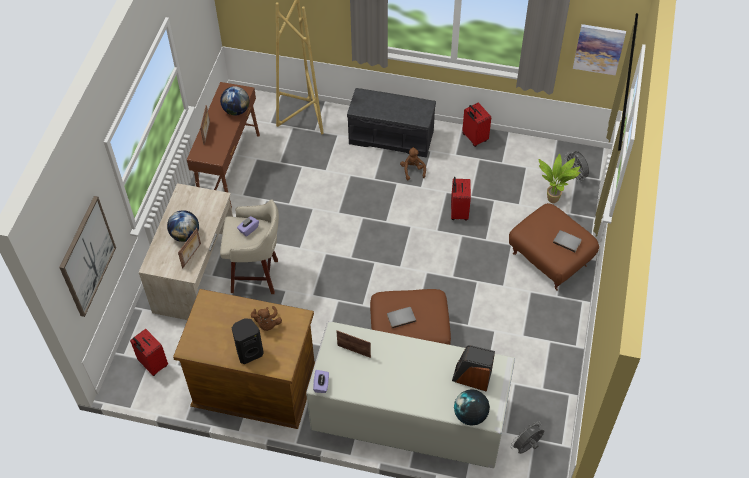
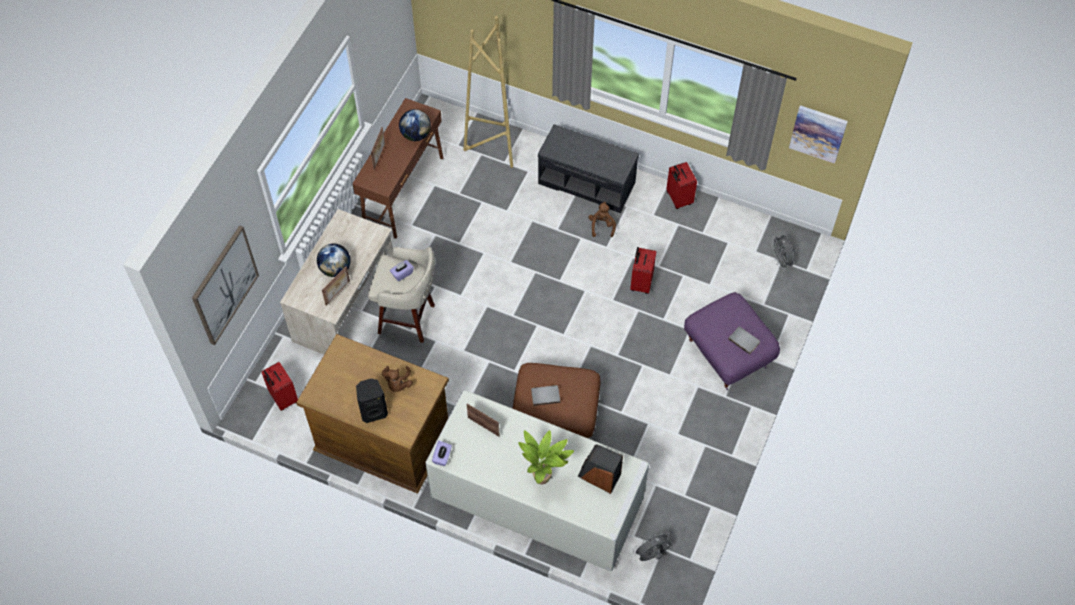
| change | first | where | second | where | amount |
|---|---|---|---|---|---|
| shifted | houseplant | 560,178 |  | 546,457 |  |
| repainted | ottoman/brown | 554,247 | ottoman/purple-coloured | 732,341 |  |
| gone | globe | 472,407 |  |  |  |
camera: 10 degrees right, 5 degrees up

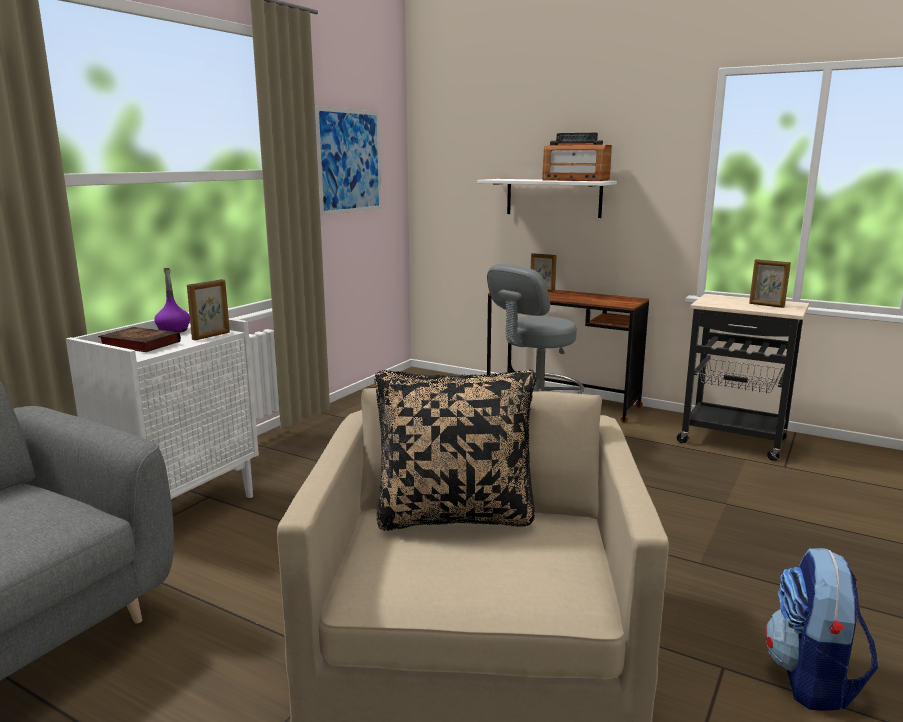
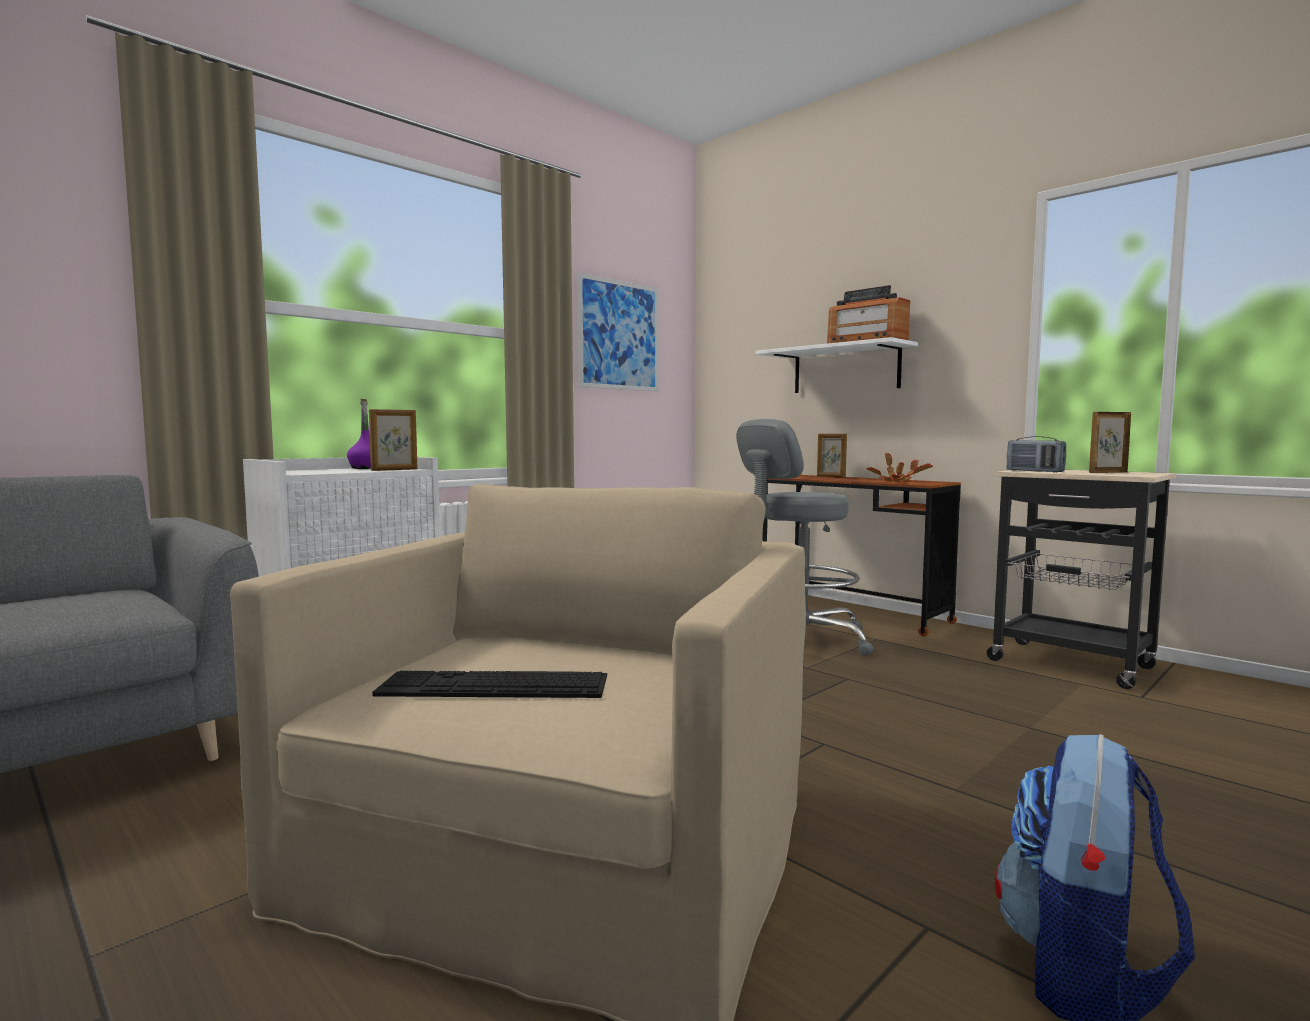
| change | first | where | second | where | amount |
|---|---|---|---|---|---|
| new |  |  | keyboard | 489,684 |  |
| new |  |  | houseplant | 899,467 |  |
| new |  |  | radio set | 1036,454 |  |
| rotated | photo frame | 770,283 |  | 1110,442 | 105 degrees clockwise |
| gone | bound book | 139,339 |  |  |  |
| gone | cushion/blackish | 456,450 |  |  |  |
camera: 15 degrees right, 10 degrees down

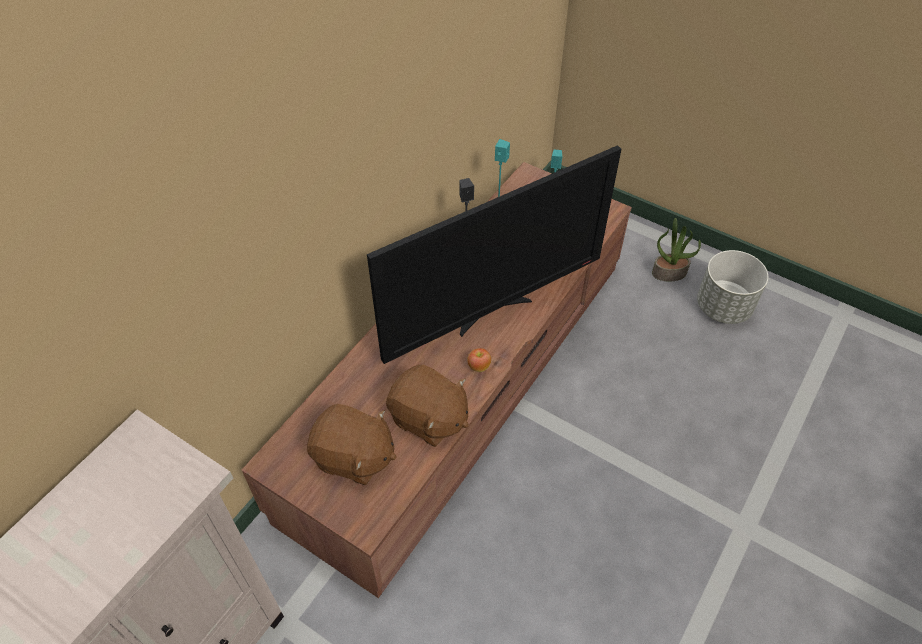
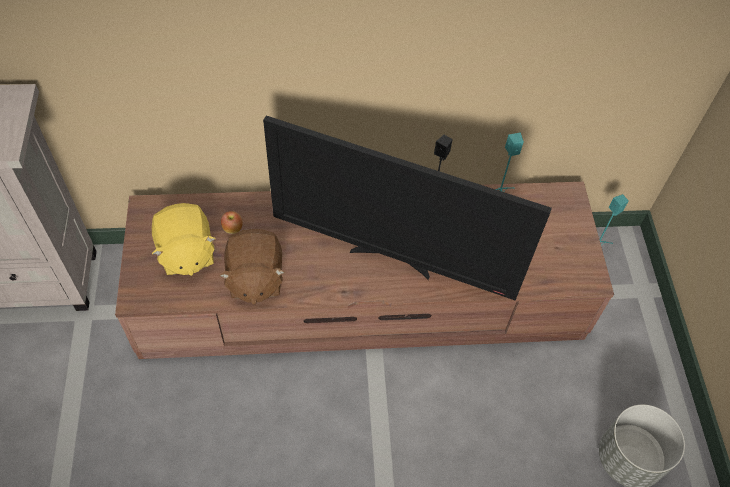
| change | first | where | second | where | amount |
|---|---|---|---|---|---|
| repainted | soft toy/brown | 352,444 | soft toy/yellow | 184,239 |  |
| shifted | apple | 479,360 |  | 232,222 |  |
| gone | houseplant | 676,250 |  |  |  |
camera: 50 degrees right, 5 degrees up

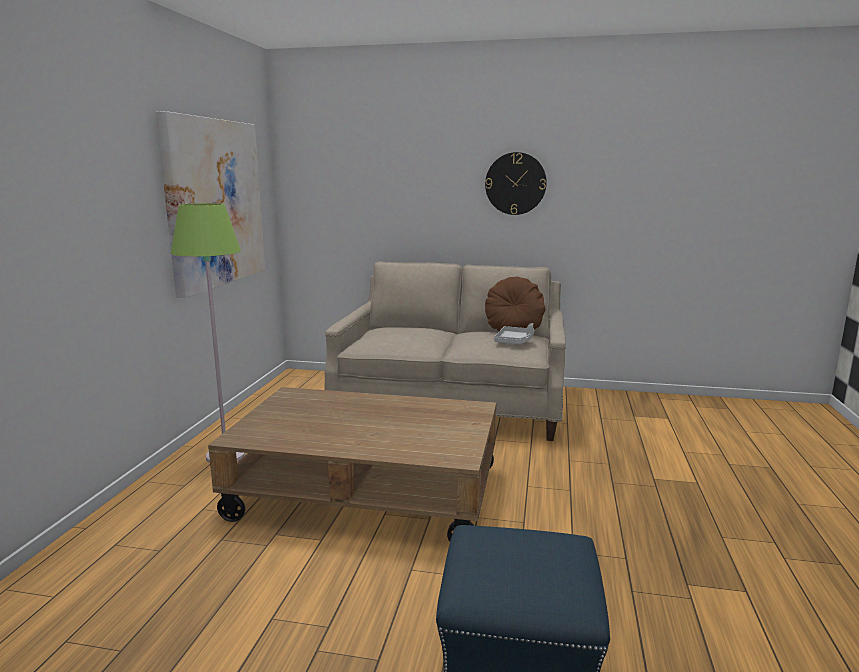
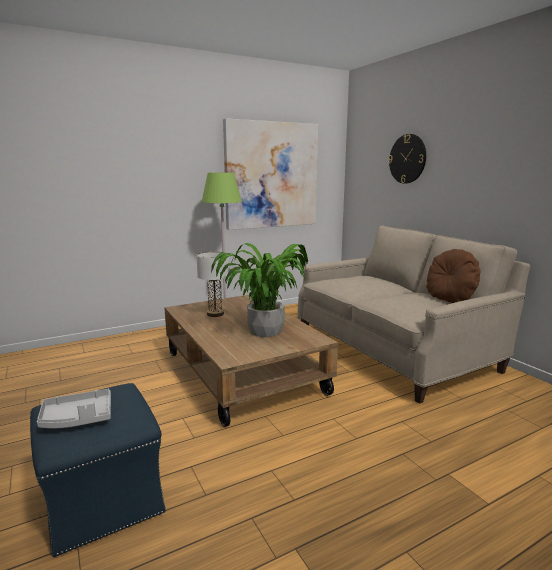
| change | first | where | second | where | amount |
|---|---|---|---|---|---|
| shifted | tray/grey | 514,333 |  | 74,408 |  |
| new |  |  | tabletop lamp | 213,284 |  |
| new |  |  | houseplant | 259,290 |  |
| shifted | wall clock | 516,183 |  | 407,159 |  |
camera: 50 degrees right, 0 degrees up

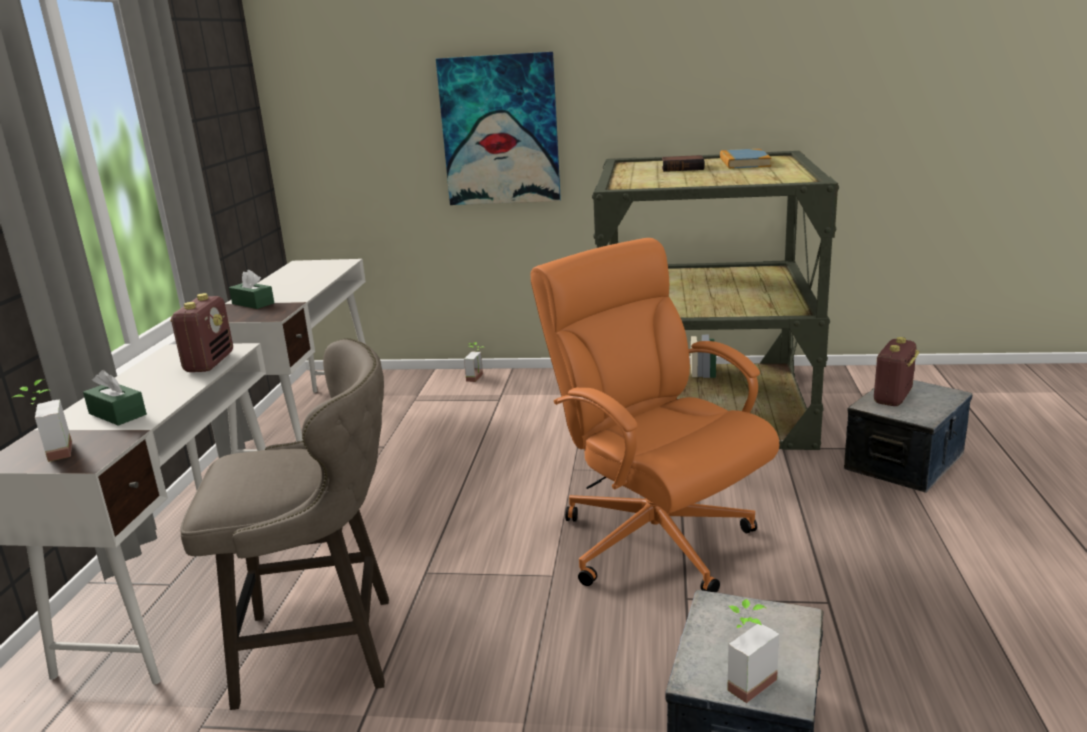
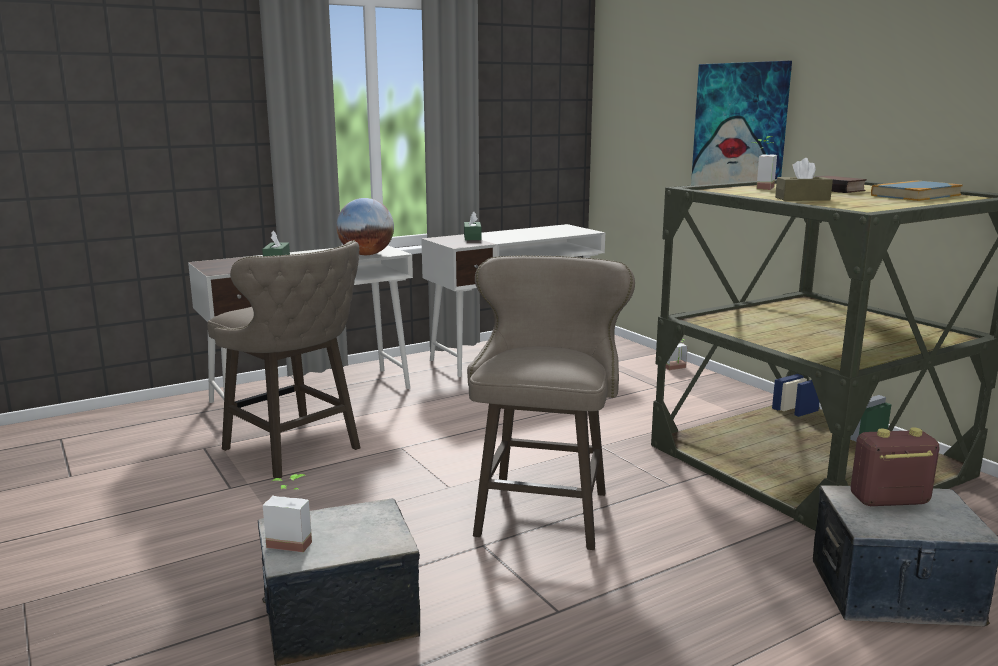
| change | first | where | second | where | amount |
|---|---|---|---|---|---|
| swapped | radio set | 201,332 | globe | 365,226 |  |
| swapped | computer chair/orange | 654,415 | stool seat/sand-coloured | 551,402 |  |
| shifted | houseplant | 41,420 |  | 764,163 |  |
| new |  |  | tissue holder/brown | 804,179 |  |
camera: 50 degrees right, 5 degrees down

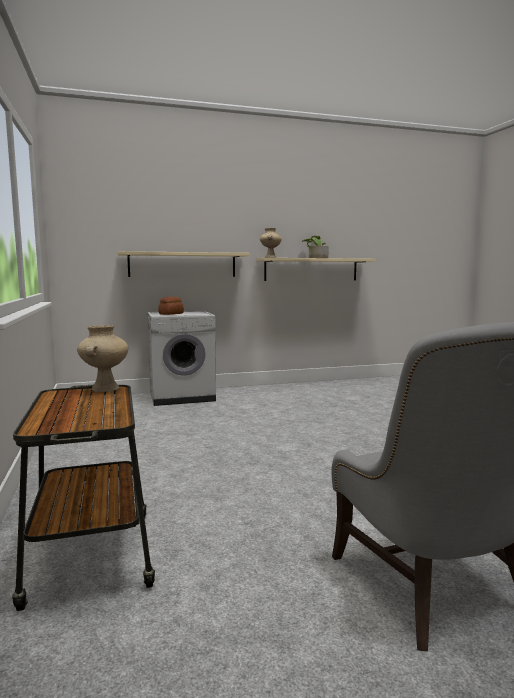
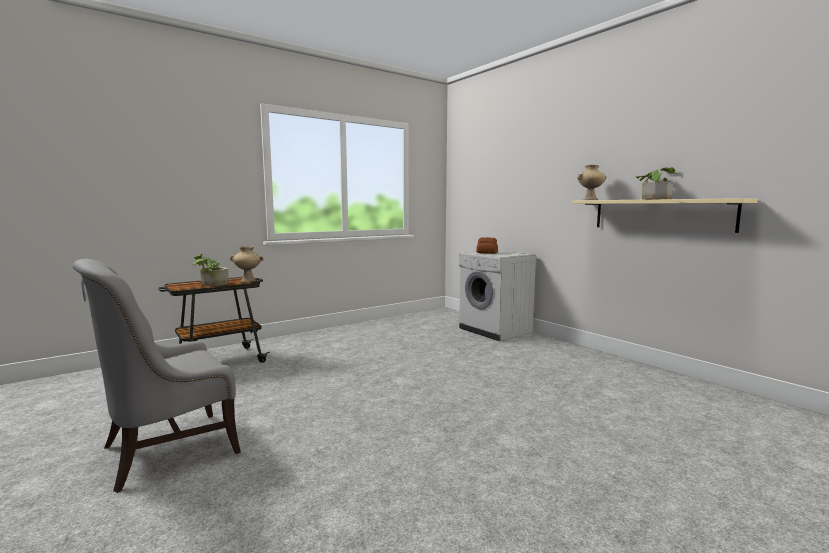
| change | first | where | second | where | amount |
|---|---|---|---|---|---|
| new |  |  | houseplant | 211,270 |  |
| gone | bracket shelf/sand-coloured | 184,264 |  |  |  |
camera: 70 degrees right, 0 degrees up

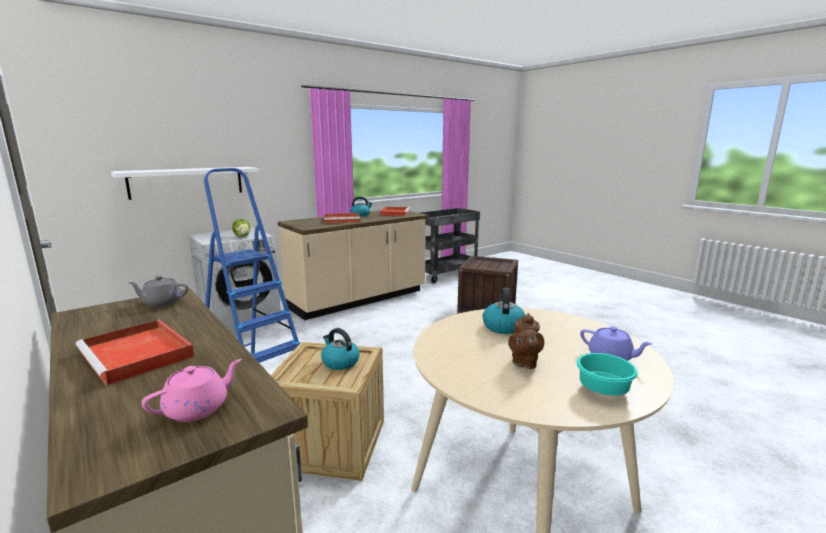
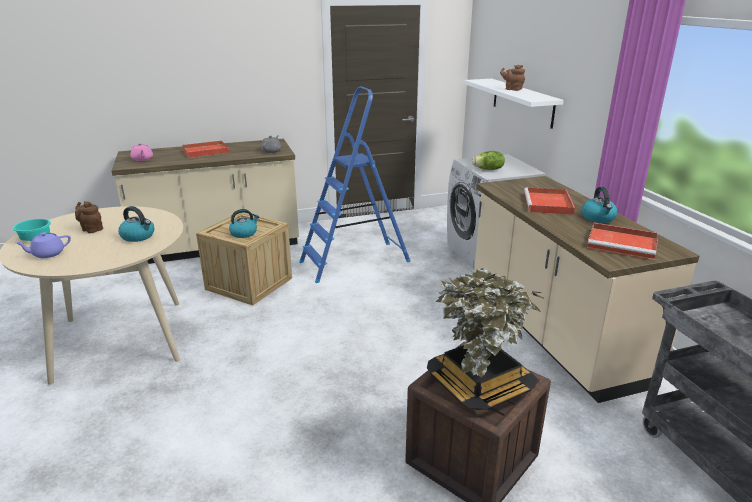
| change | first | where | second | where | amount |
|---|---|---|---|---|---|
| new |  |  | houseplant | 485,339 |  |
| new |  |  | pot for tea/brown | 512,78 |  |
camera: 110 degrees right, 10 degrees up

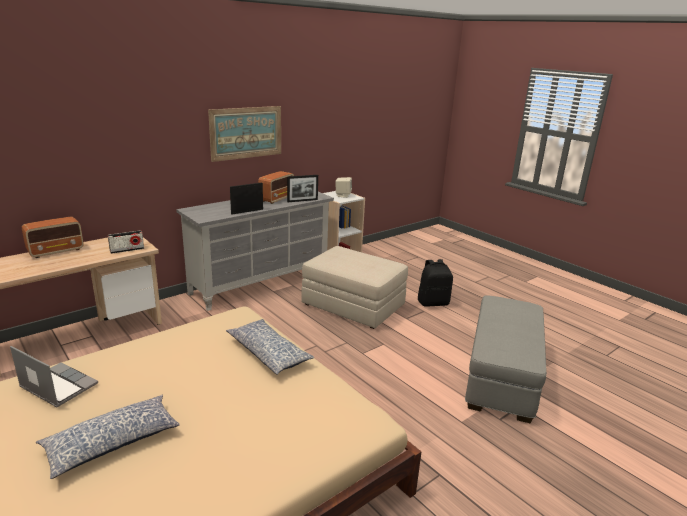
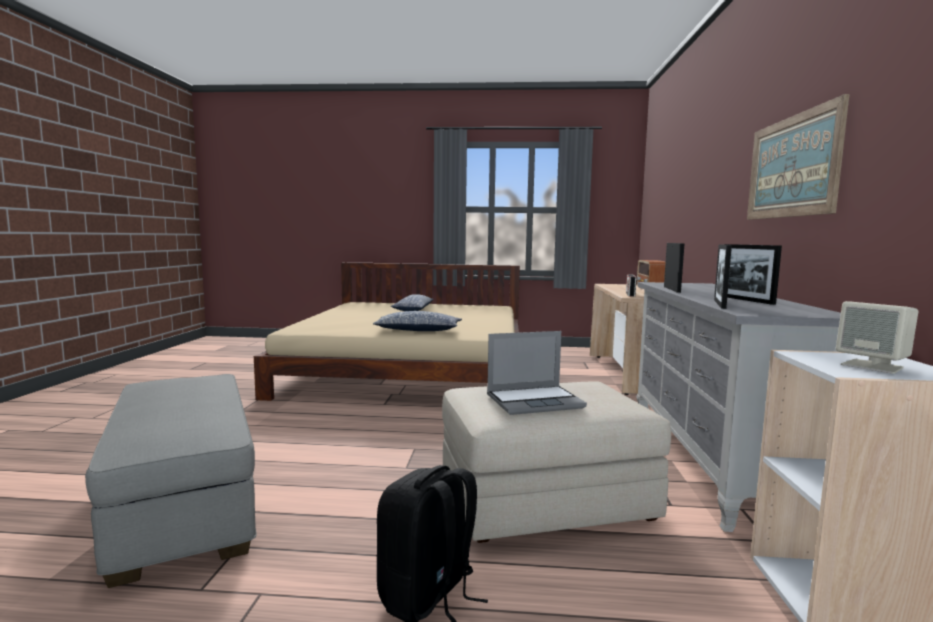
| change | first | where | second | where | amount |
|---|---|---|---|---|---|
| shifted | notebook computer | 54,376 |  | 537,373 |  |
| swapped | radio set | 276,187 | photo frame | 753,274 |  |
camera: 135 degrees right, 15 degrees down

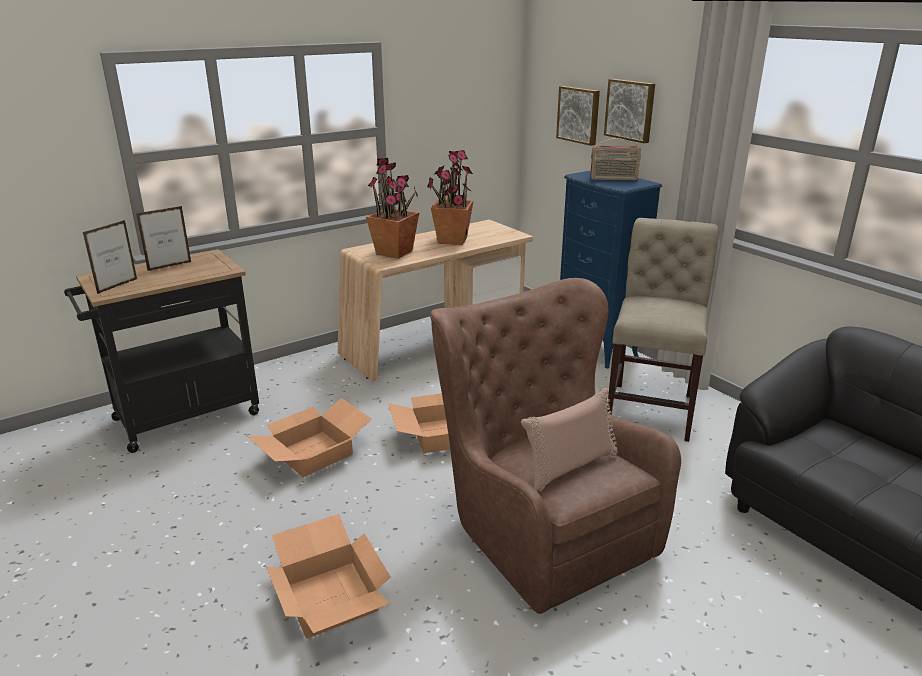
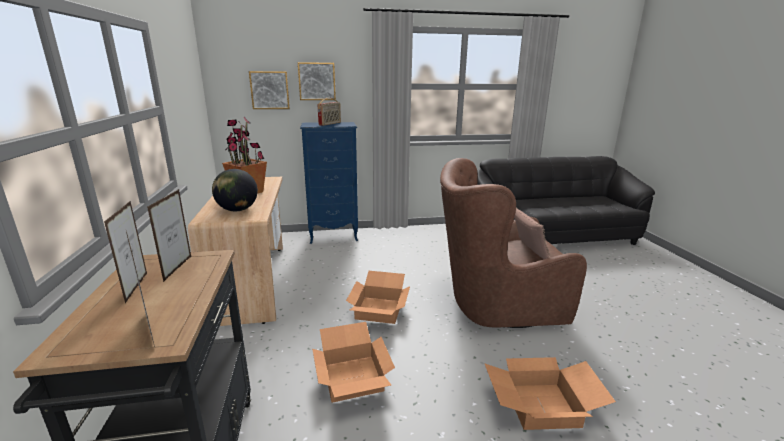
| change | first | where | second | where | amount |
|---|---|---|---|---|---|
| new |  |  | photo frame | 169,235 |  |
| swapped | houseplant | 392,208 | globe | 235,190 |  |
| gone | chair/sand-coloured | 663,330 |  |  |  |
camera: 65 degrees left, 5 degrees down

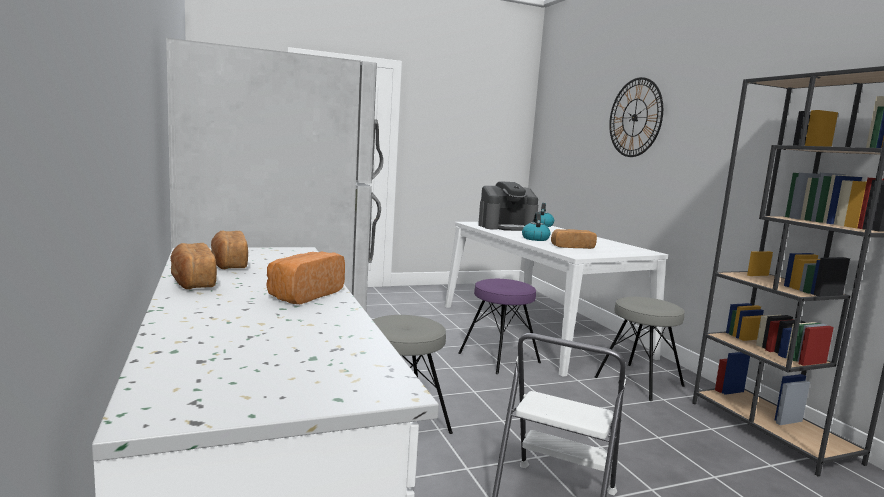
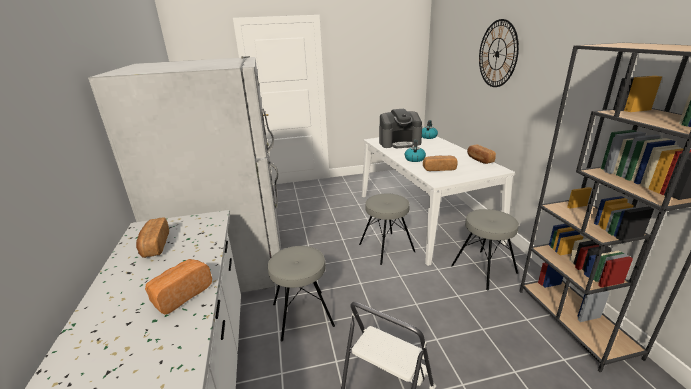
| change | first | where | second | where | amount |
|---|---|---|---|---|---|
| repainted | stool seat/purple-coloured | 499,326 | stool seat/grey | 387,229 |  |
| shifted | baked bread | 193,266 |  | 481,154 |  |
camera: 10 degrees right, 15 degrees up

